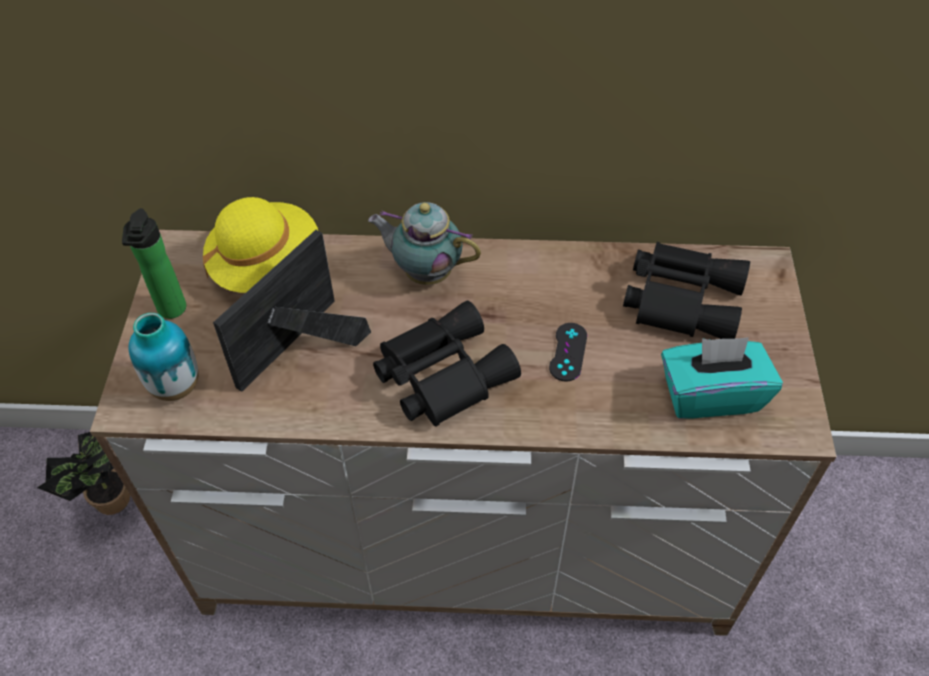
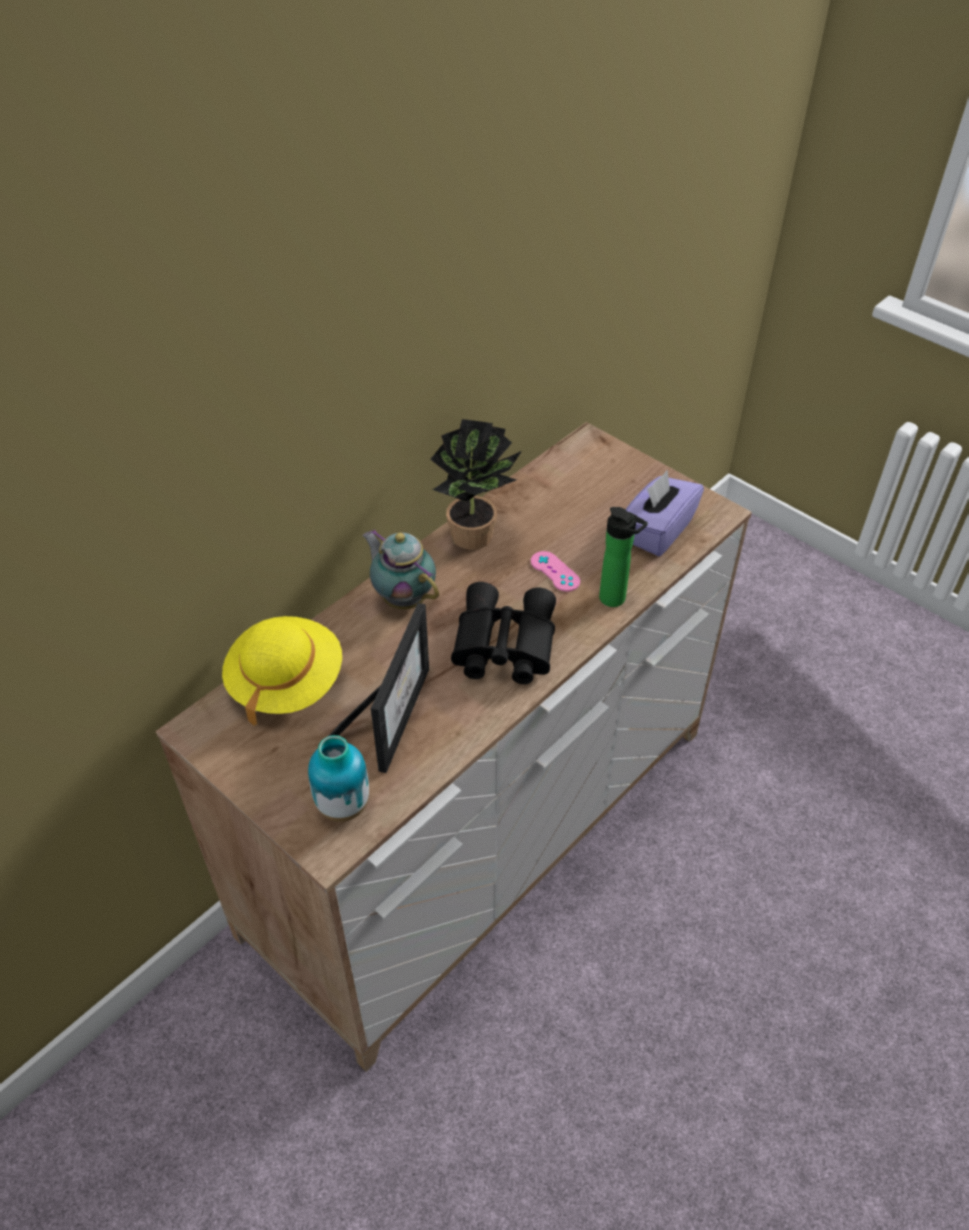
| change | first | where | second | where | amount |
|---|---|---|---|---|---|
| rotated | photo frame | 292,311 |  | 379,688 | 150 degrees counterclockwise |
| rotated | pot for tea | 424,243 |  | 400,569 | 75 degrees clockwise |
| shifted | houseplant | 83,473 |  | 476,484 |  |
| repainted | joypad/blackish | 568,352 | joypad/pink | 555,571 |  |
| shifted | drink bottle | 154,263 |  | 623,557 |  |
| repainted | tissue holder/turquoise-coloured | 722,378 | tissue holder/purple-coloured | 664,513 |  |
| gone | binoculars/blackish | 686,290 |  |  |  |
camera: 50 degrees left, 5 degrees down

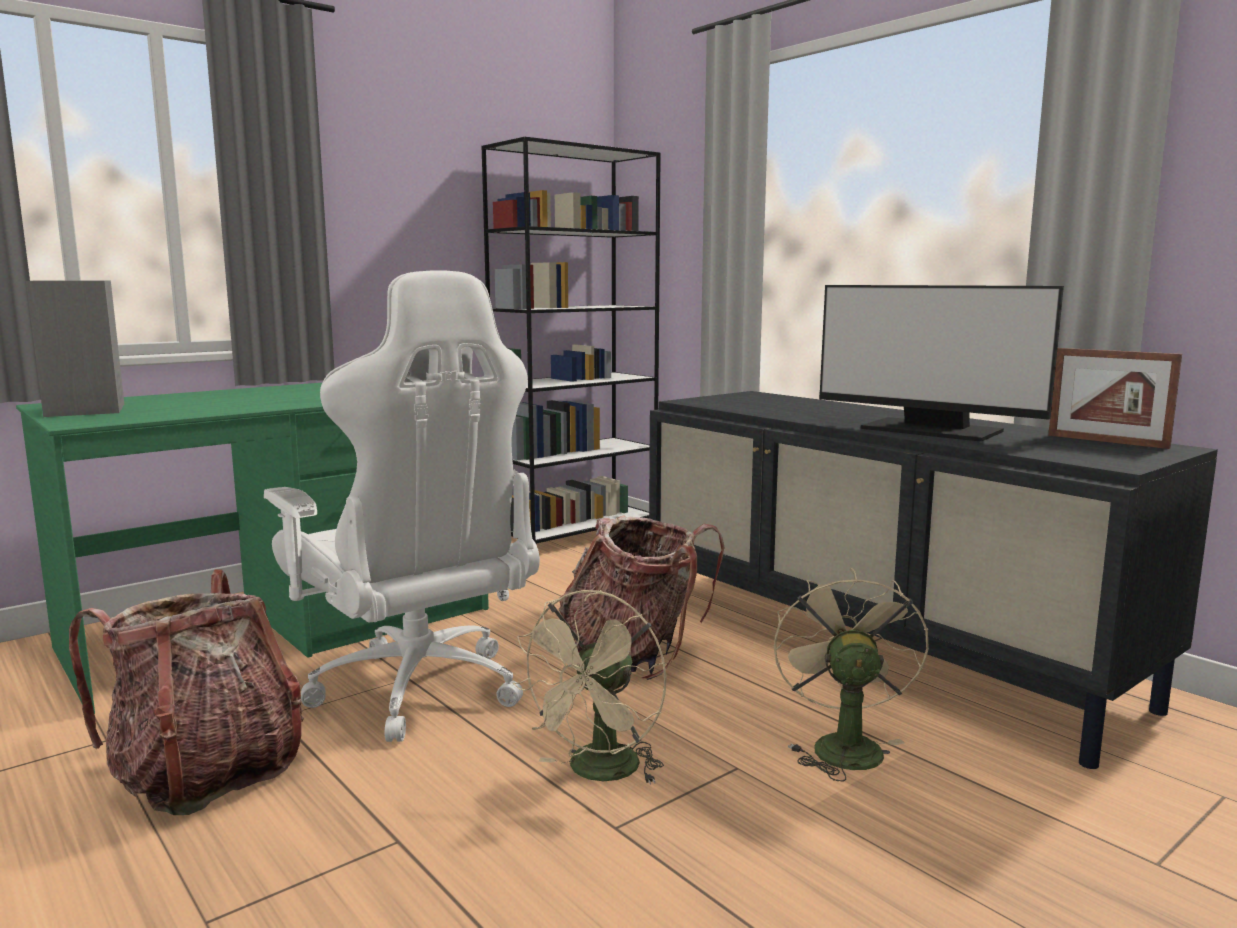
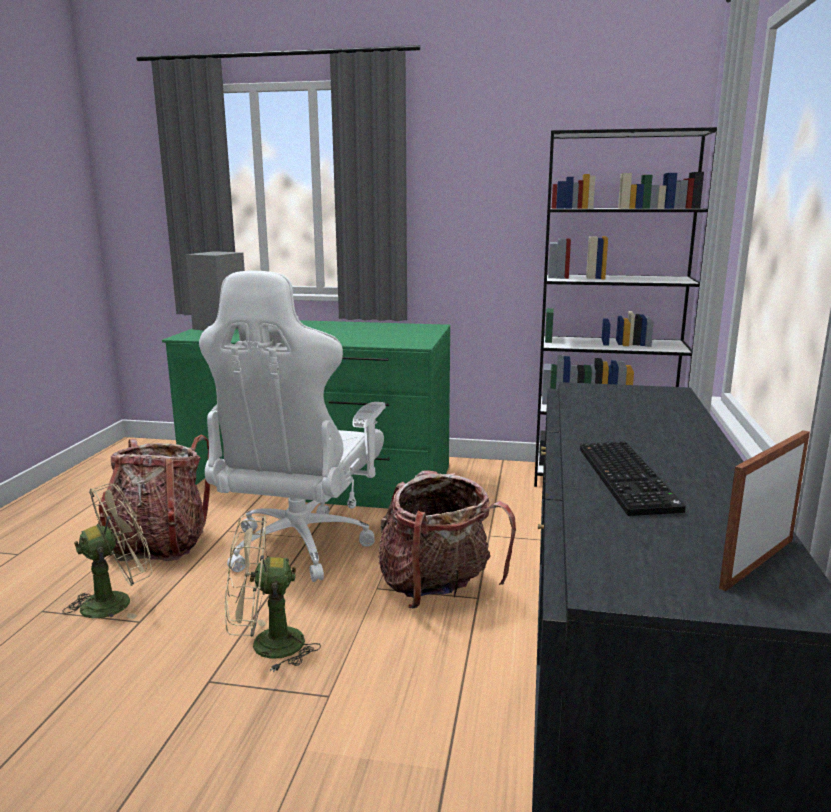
| change | first | where | second | where | amount |
|---|---|---|---|---|---|
| shifted | fan/sand-coloured | 851,674 |  | 107,551 |  |
| swapped | monitor | 941,363 | keyboard | 633,478 |  |
| rotated | photo frame | 1115,398 |  | 764,510 | 45 degrees clockwise |
camera: 50 degrees right, 5 degrees up

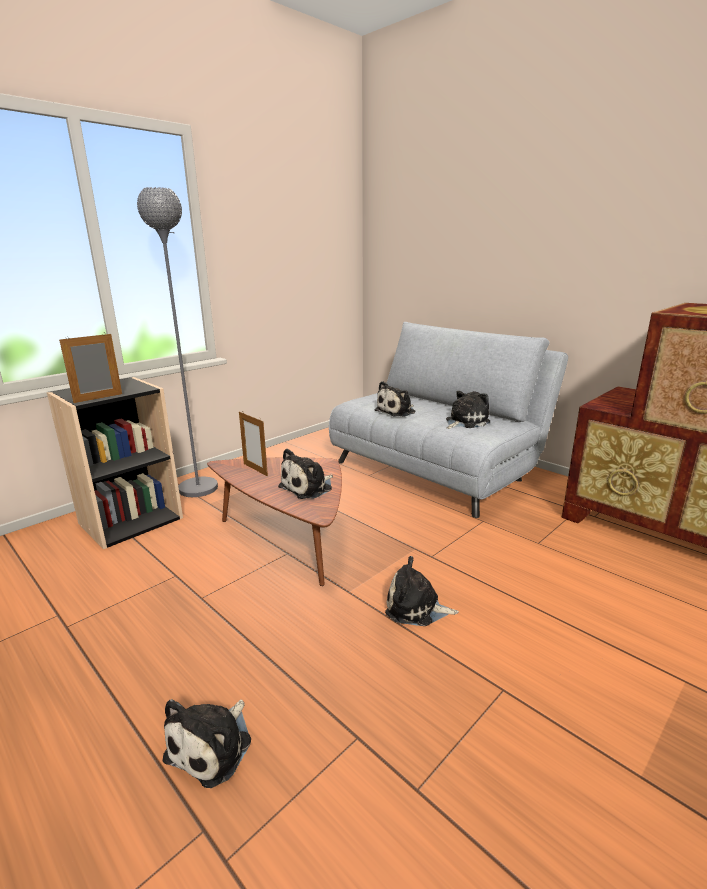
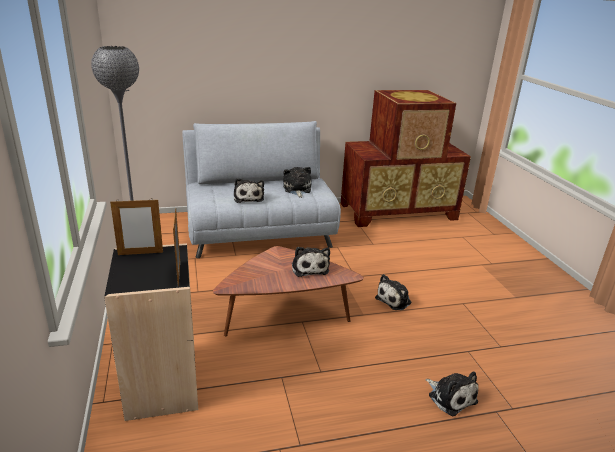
| change | first | where | second | where | amount |
|---|---|---|---|---|---|
| shifted | photo frame | 253,444 |  | 136,227 |  |
camera: 60 degrees left, 5 degrees up

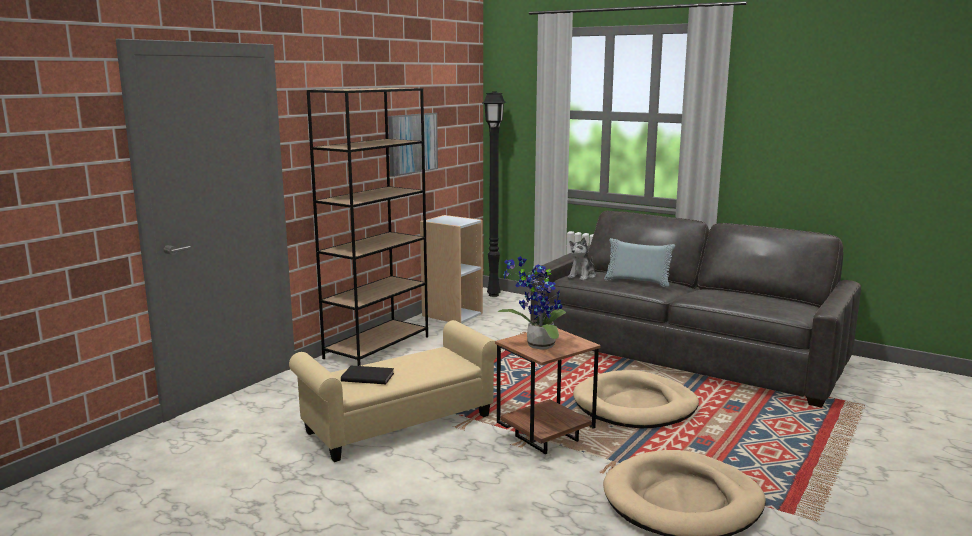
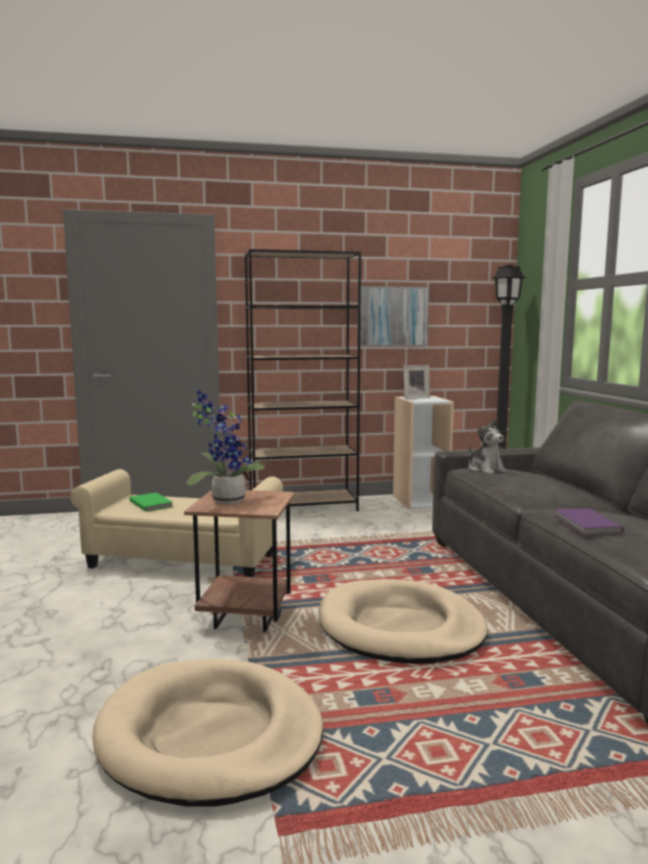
| change | first | where | second | where | amount |
|---|---|---|---|---|---|
| repainted | bound book/blackish | 367,375 | bound book/greenish | 151,502 |  |
| new |  |  | photo frame | 416,382 |  |
| rotated | soft toy | 582,259 |  | 487,446 | 105 degrees counterclockwise |
| new |  |  | bound book/purple-coloured | 589,521 |  |
| gone | cushion/bluish | 639,262 |  |  |  |
camera: 45 degrees right, 5 degrees down

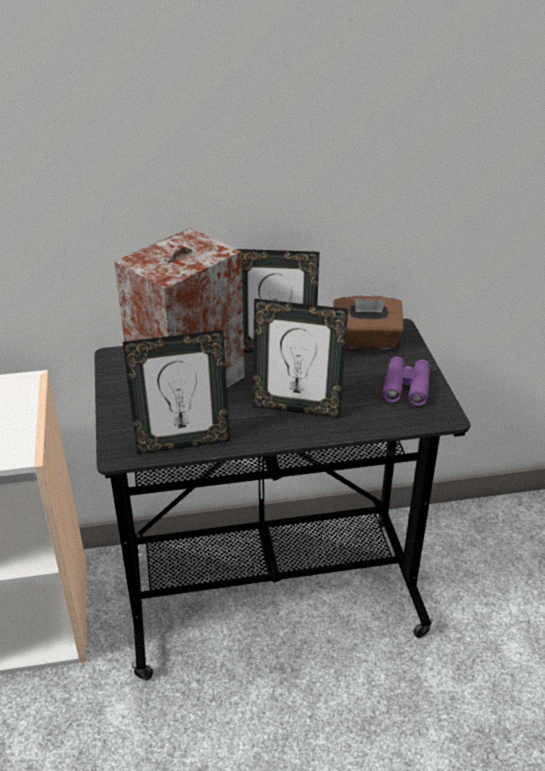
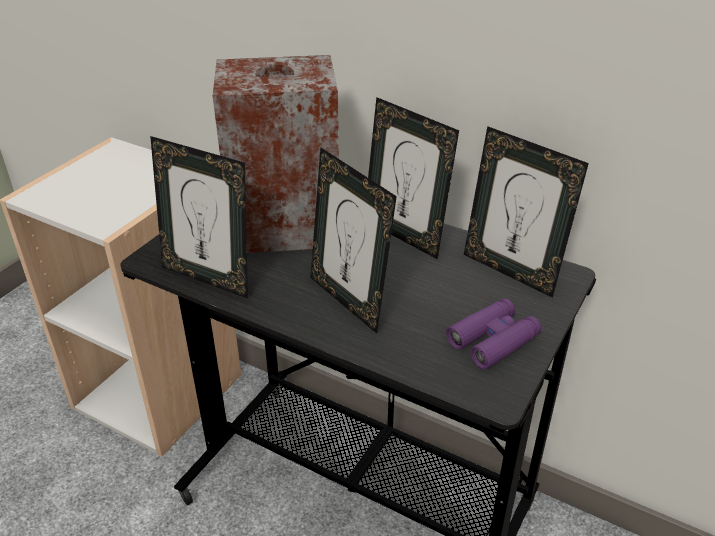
| change | first | where | second | where | amount |
|---|---|---|---|---|---|
| swapped | tissue holder/brown | 368,322 | photo frame | 526,212 |  |
camera: 40 degrees right, 0 degrees up

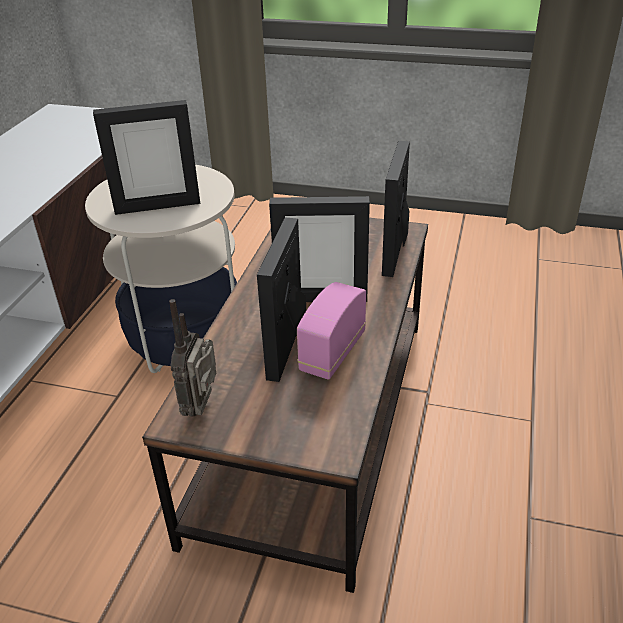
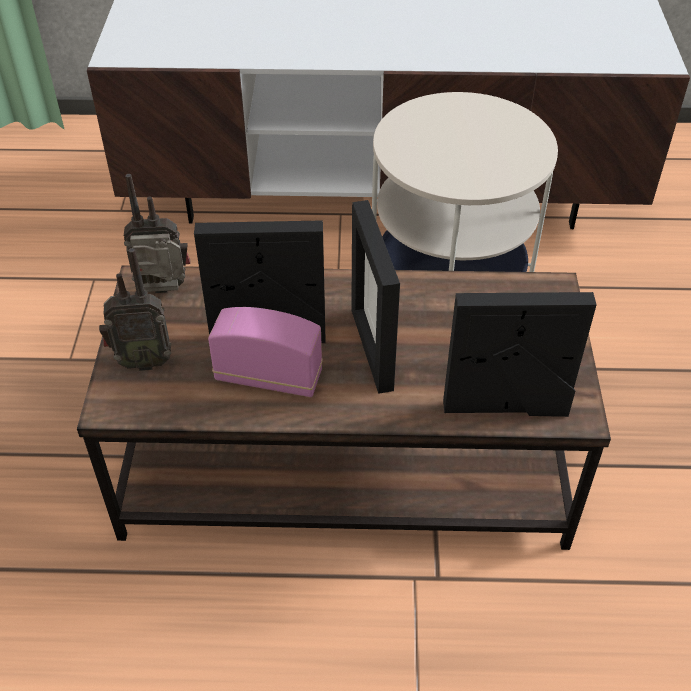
| change | first | where | second | where | amount |
|---|---|---|---|---|---|
| new |  |  | radio set | 135,309 |  |
| gone | photo frame | 146,157 |  |  |  |
camera: 75 degrees right, 10 degrees up

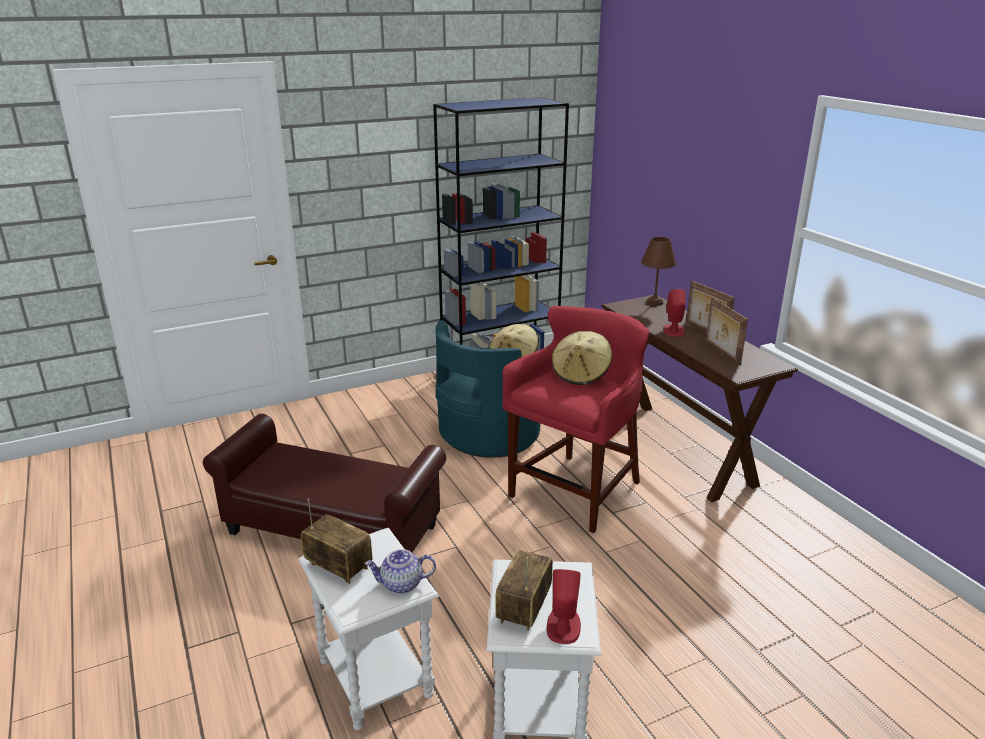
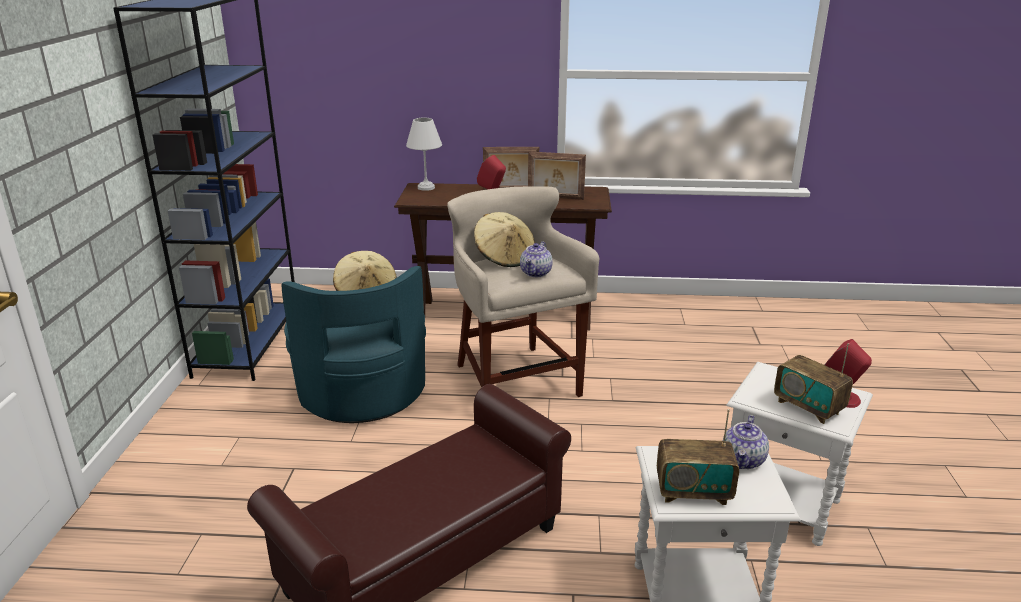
| change | first | where | second | where | amount |
|---|---|---|---|---|---|
| repainted | tabletop lamp/brown | 658,271 | tabletop lamp/white | 424,154 |  |
| repainted | stool seat/red-coloured | 575,419 | stool seat/sand-coloured | 523,291 |  |
| new |  |  | pot for tea | 536,259 |  |
| rotated | radio set | 336,541 |  | 698,457 | 150 degrees counterclockwise |
camera: 60 degrees left, 0 degrees up

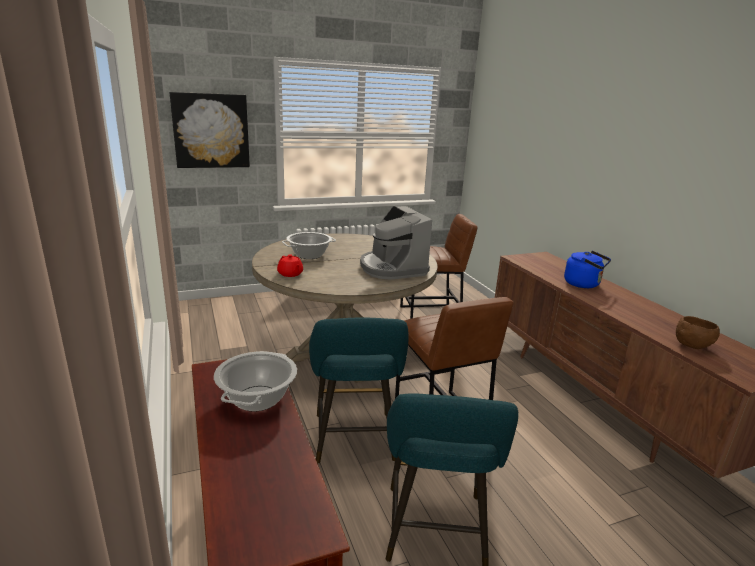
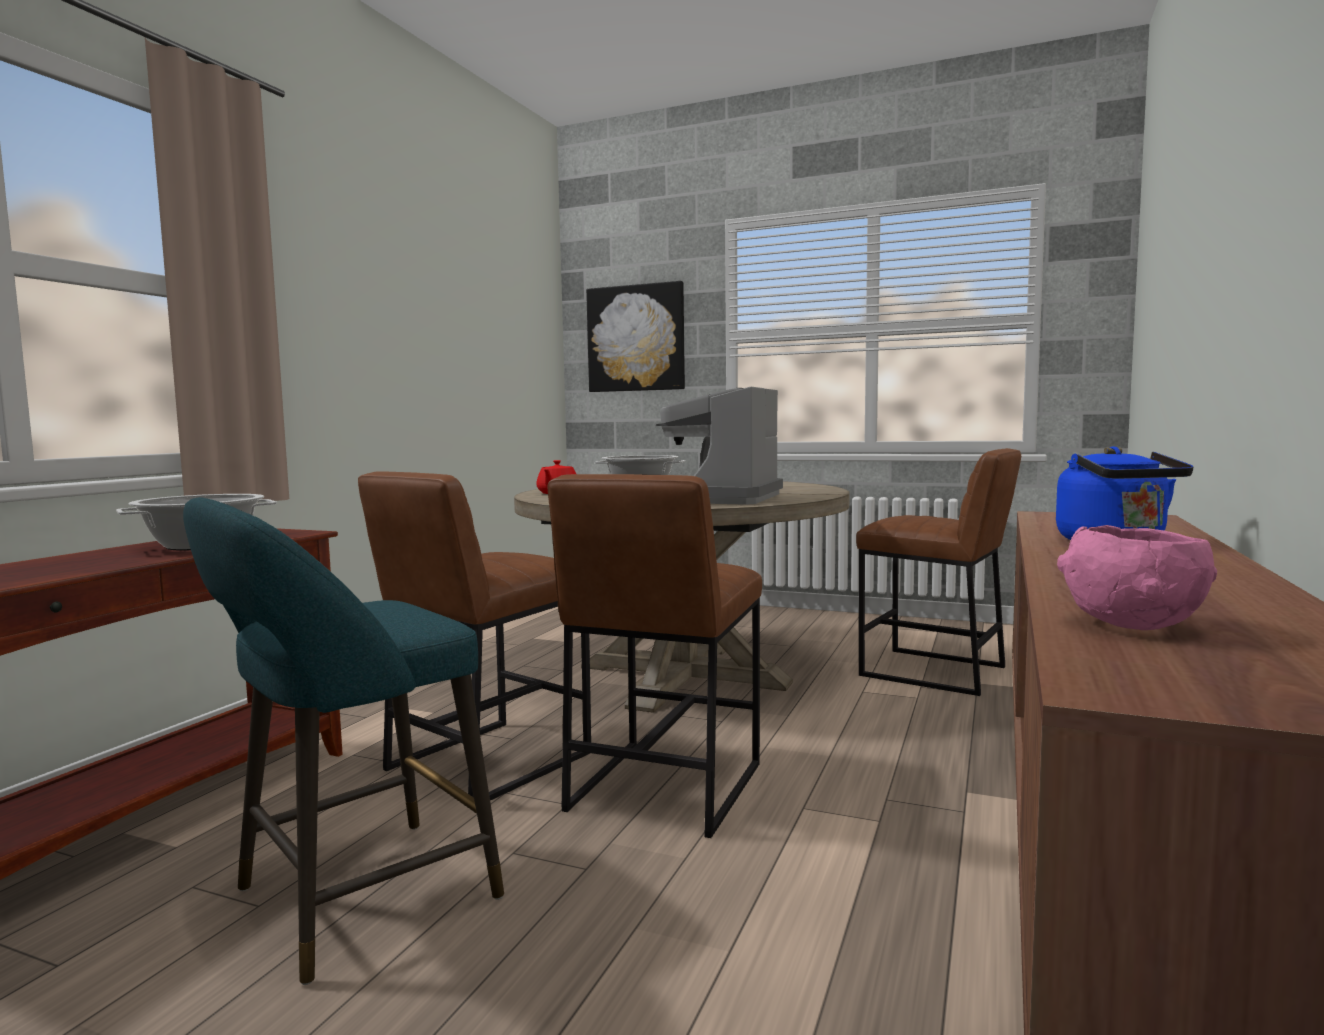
| change | first | where | second | where | amount |
|---|---|---|---|---|---|
| swapped | stool seat/turquoise-coloured | 359,391 | chair/brown | 474,636 |  |
| repainted | serving bowl/brown | 698,332 | serving bowl/pink | 1137,577 |  |
camera: 45 degrees right, 15 degrees down

